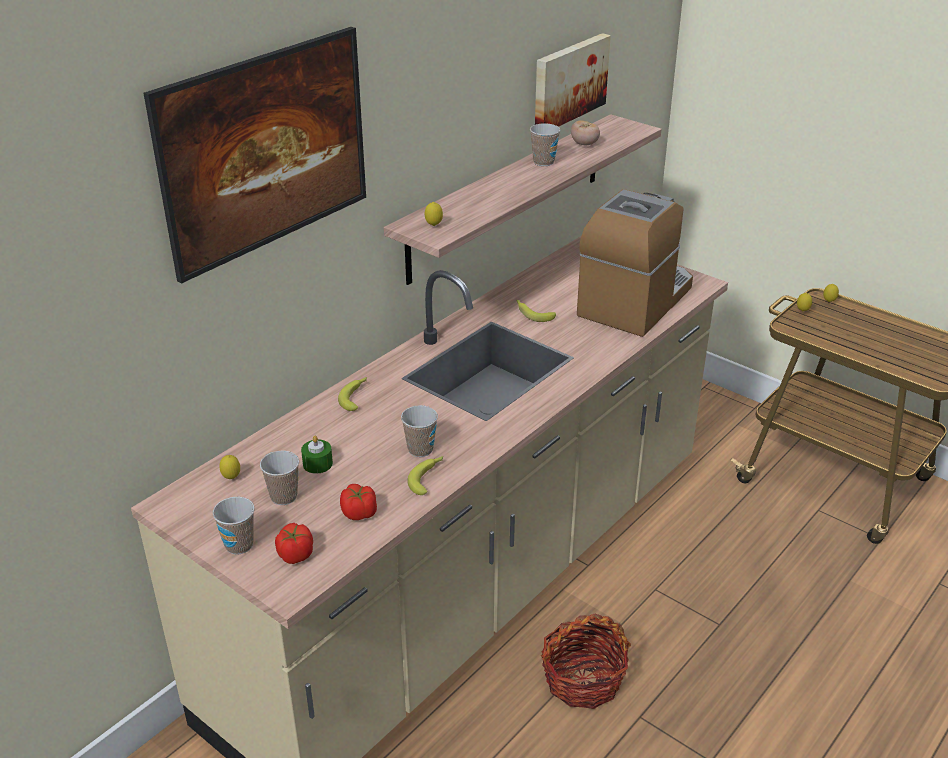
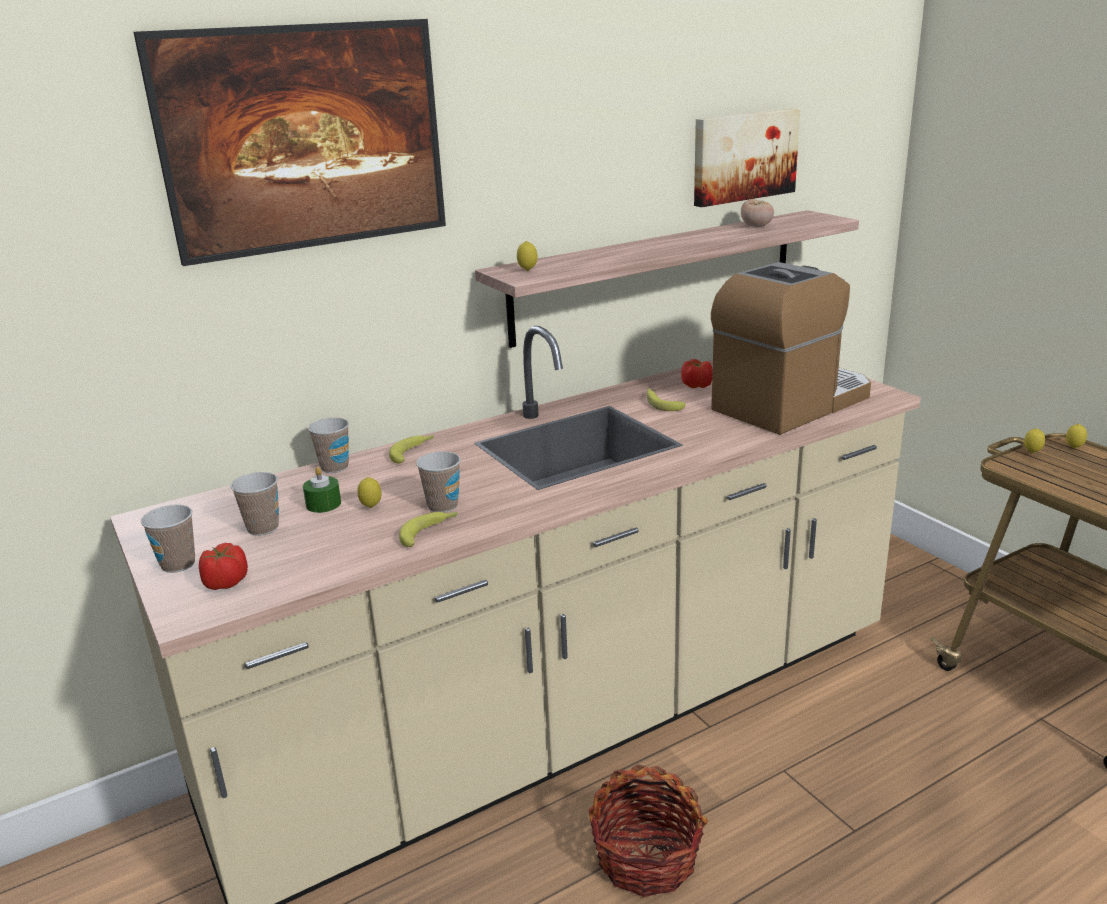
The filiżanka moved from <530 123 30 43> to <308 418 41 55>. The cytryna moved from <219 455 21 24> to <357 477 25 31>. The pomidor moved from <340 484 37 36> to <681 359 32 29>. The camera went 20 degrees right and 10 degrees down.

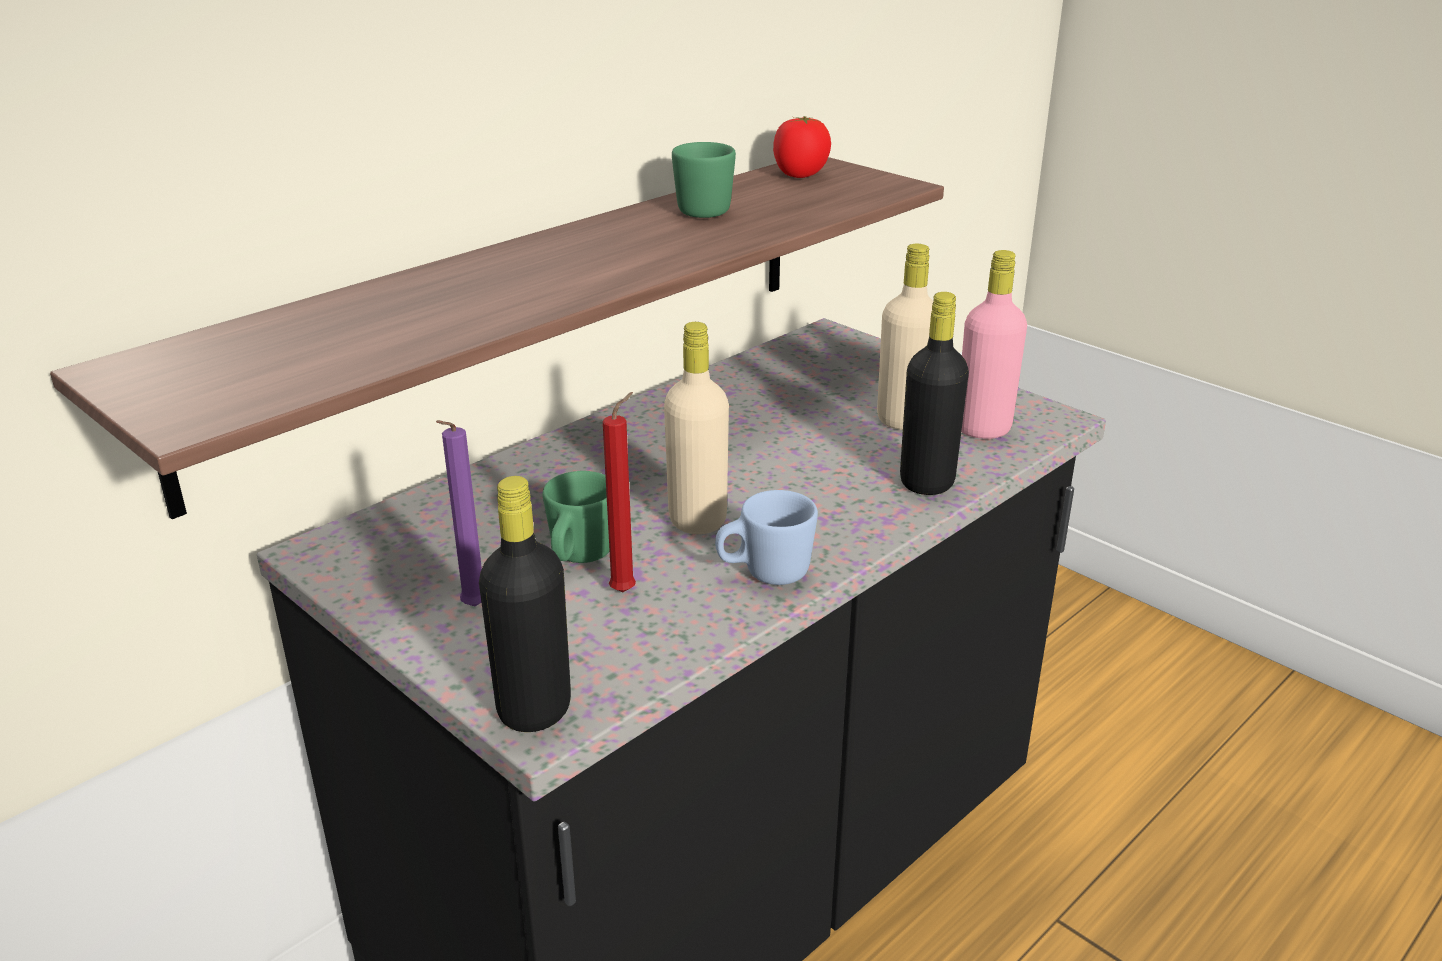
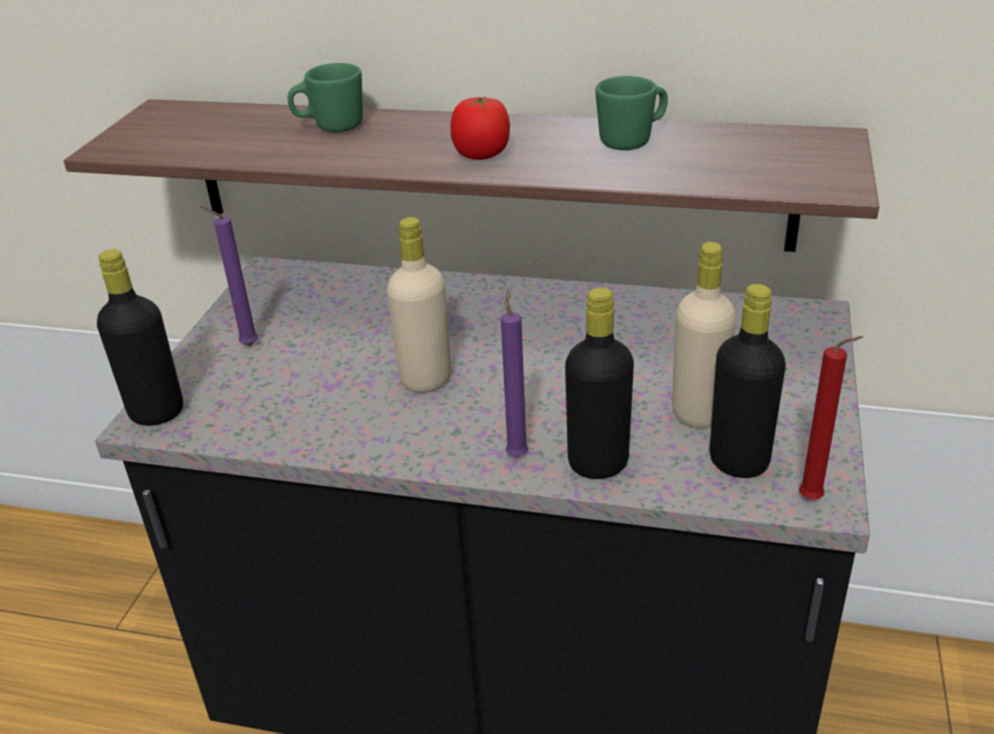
The kubek (zielony) moved from <543 471 67 92> to <288 63 75 69>. The pomidor moved from <773 116 58 62> to <451 95 59 65>. The świeca (fioletowy) at <501 289 28 168> appeared. The butelka (różowy) at <961 250 66 189> became the butelka (czarny) at <709 284 77 194>. The świeca (czerwony) moved from <603 392 33 200> to <799 336 64 163>. The kubek (niebieski) at <715 490 103 95> disappeared. The camera went 60 degrees right and 5 degrees up.

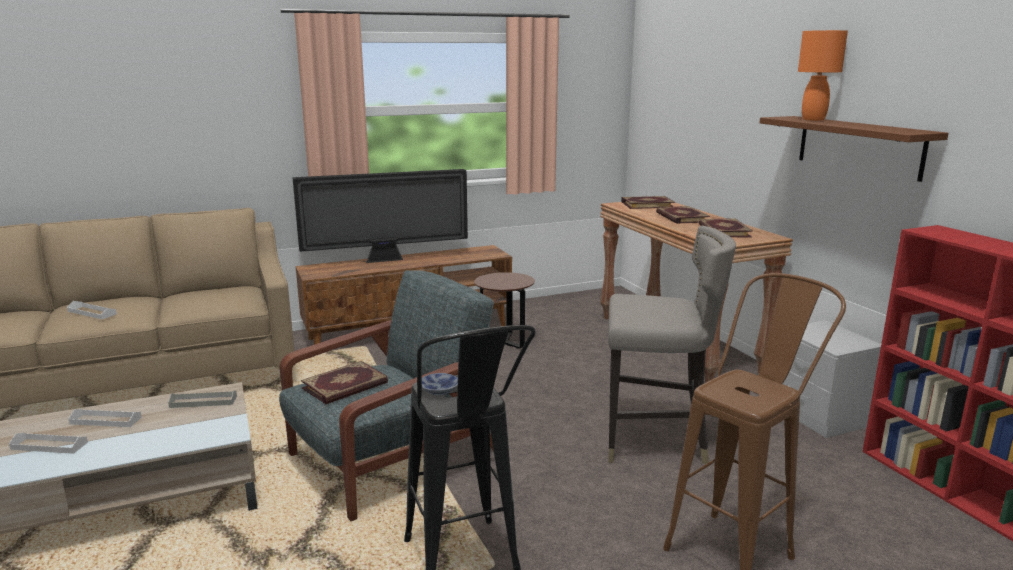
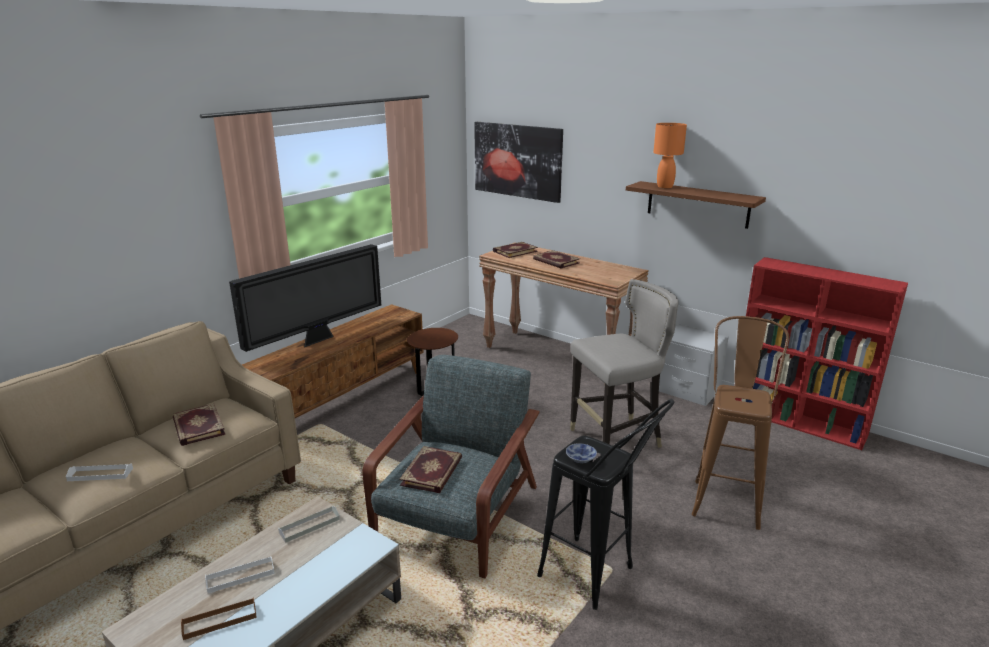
The książka moved from <699 218 54 20> to <173 403 52 43>. The taca (biały) at <9 433 79 21> became the taca (brązowy) at <181 598 76 42>. The obraz at <474 122 89 81> appeared. The camera went 30 degrees left and 5 degrees up.

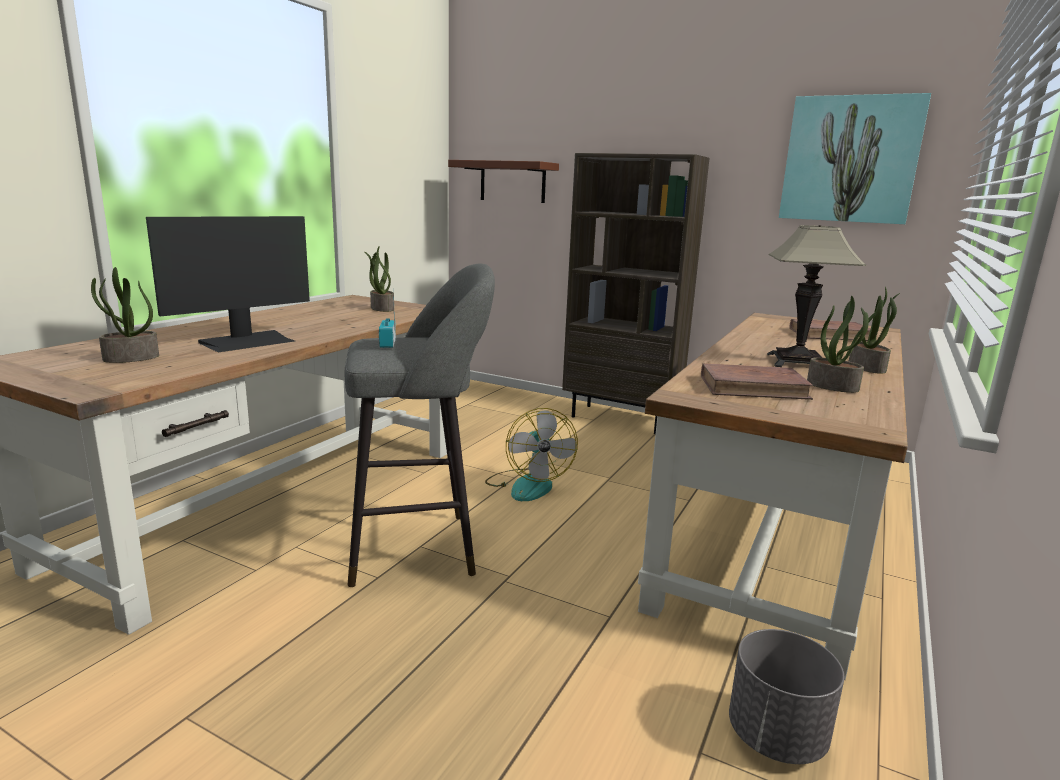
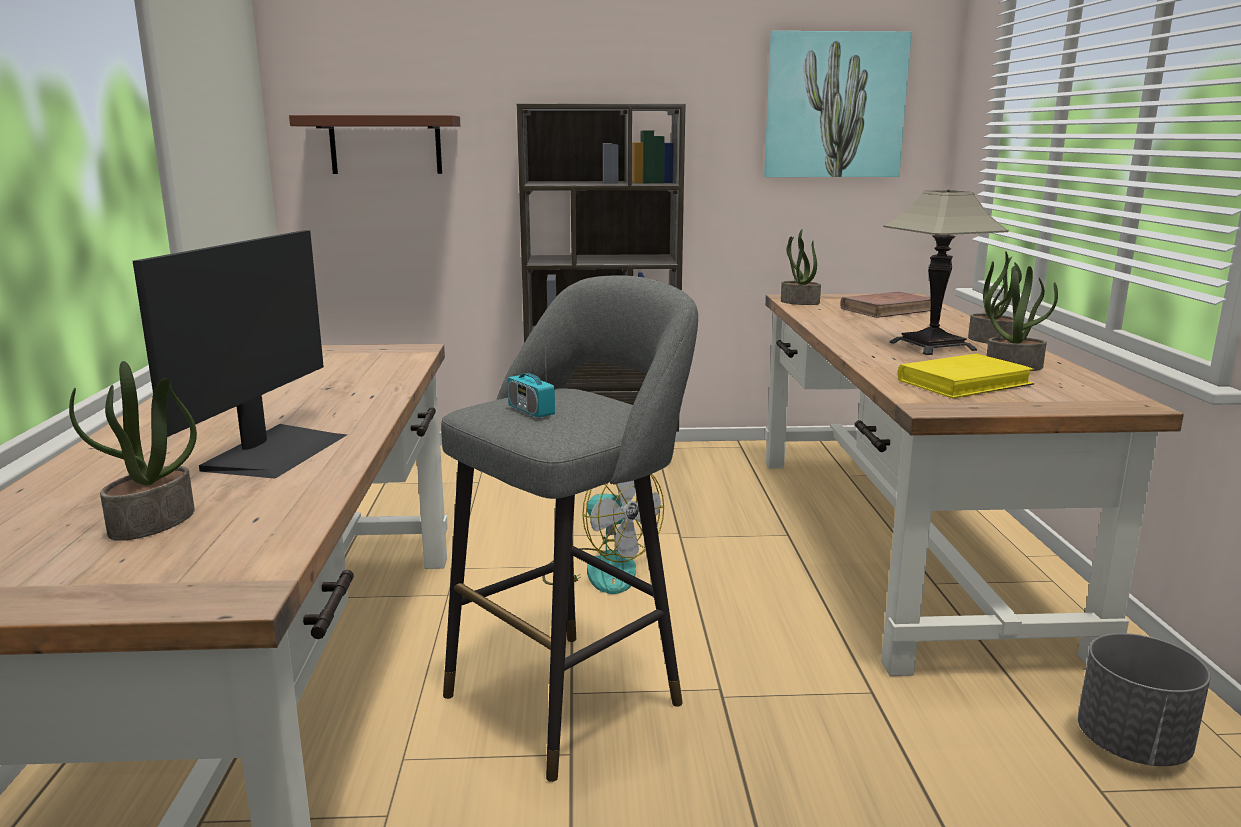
The roślina doniczkowa moved from <365 246 29 66> to <781 229 40 76>. The książka (brązowy) at <701 363 112 37> became the książka (żółty) at <898 354 136 45>. The camera went 30 degrees left and 0 degrees up.

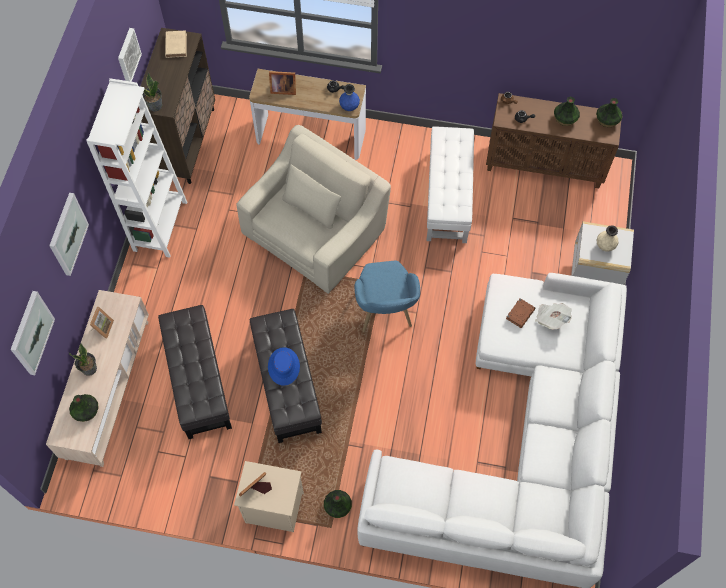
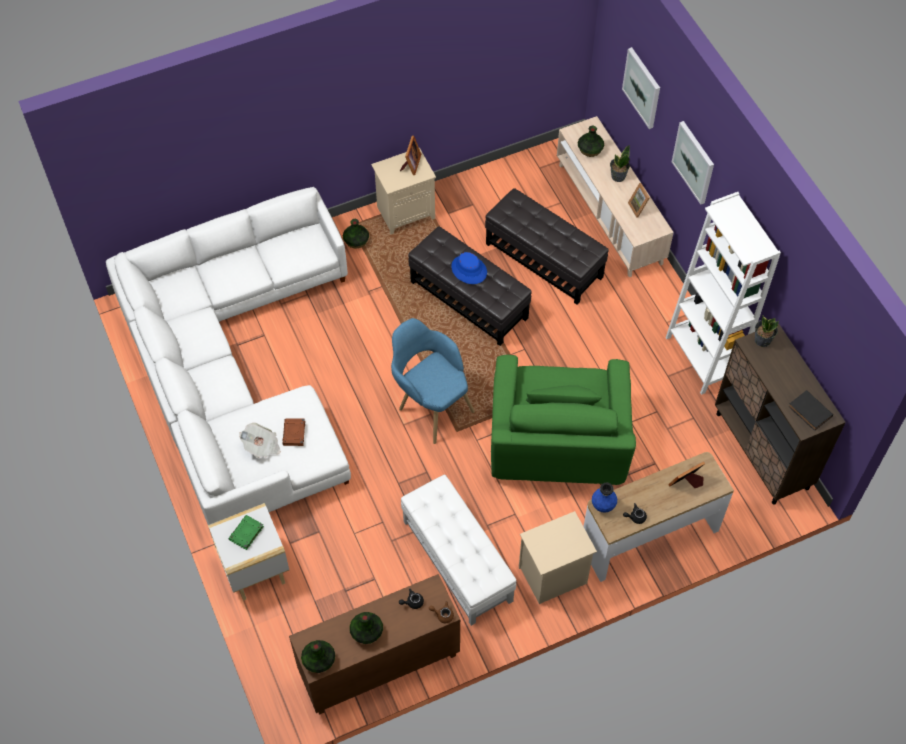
The wazon (beżowy) at <597 225 22 27> was replaced by the książka (zielony) at <228 515 36 35>. The fotel (beżowy) at <236 125 155 169> became the fotel (zielony) at <491 355 145 130>. The szafka nocna (beżowy) at <519 511 78 93> appeared. The książka (beżowy) at <165 30 22 28> became the książka (czarny) at <788 390 45 41>. The obraz at <118 28 24 54> disappeared. The camera went 145 degrees right and 5 degrees down.

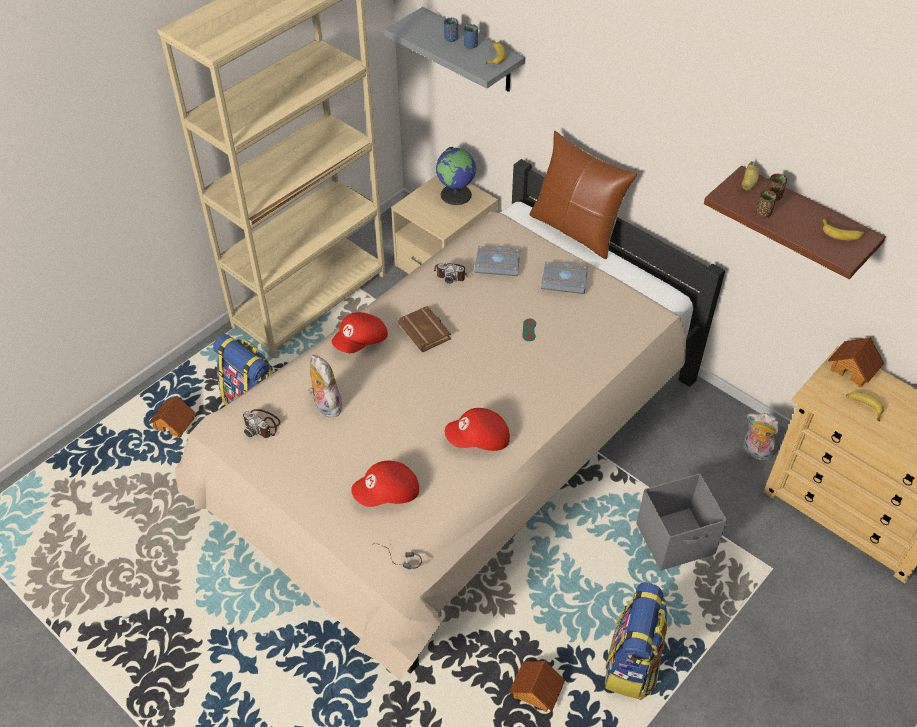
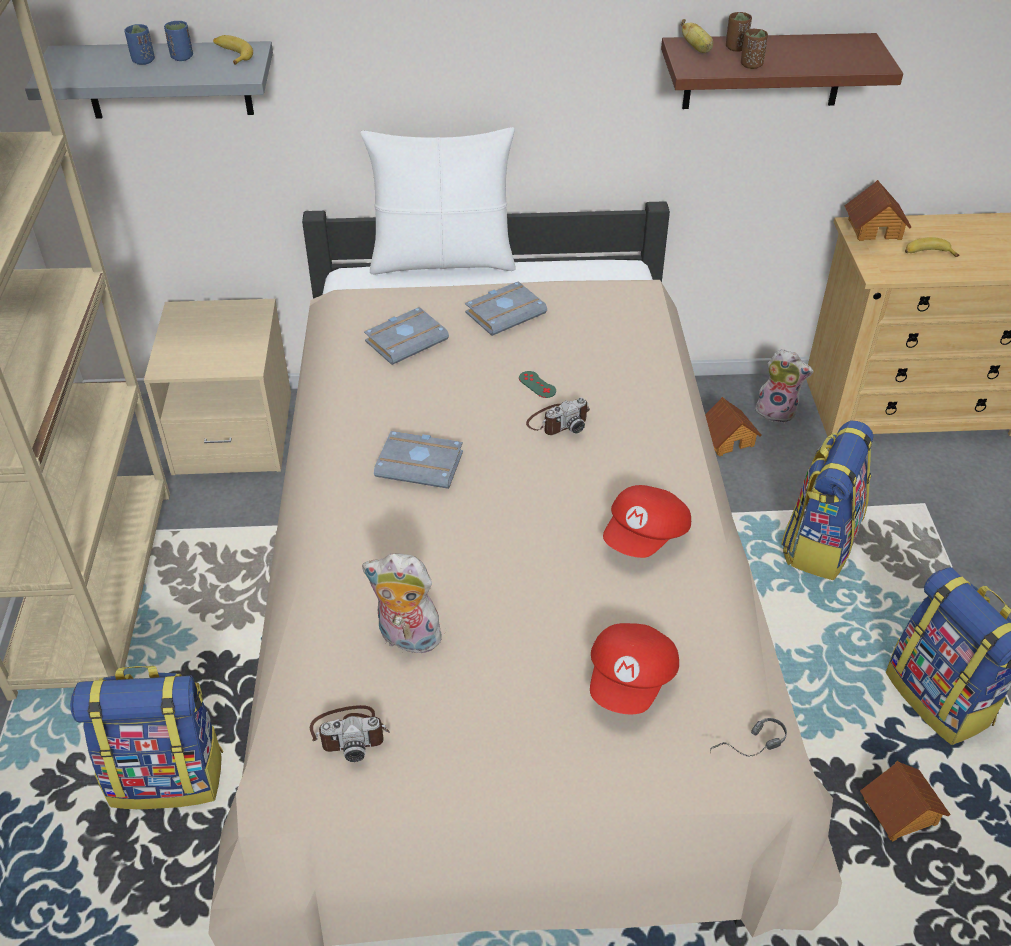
The poduszka (brązowy) at <530 131 107 128> became the poduszka (biały) at <360 127 155 147>. The książka (brązowy) at <398 306 53 46> became the książka (szary) at <374 431 89 58>. The aparat fotograficzny moved from <434 263 34 21> to <526 397 64 38>. The domek moved from <149 396 48 42> to <705 397 56 59>. The pluszak at <743 413 37 48> turned 150 degrees counterclockwise. The pojemnik do przechowywania (szary) at <636 473 91 98> was replaced by the plecak at <781 421 92 159>. The czapka z daszkiem (czerwony) at <332 312 56 41> disappeared. The globus at <436 147 40 58> disappeared. The banan at <822 218 43 23> disappeared. The camera went 45 degrees left and 5 degrees down.

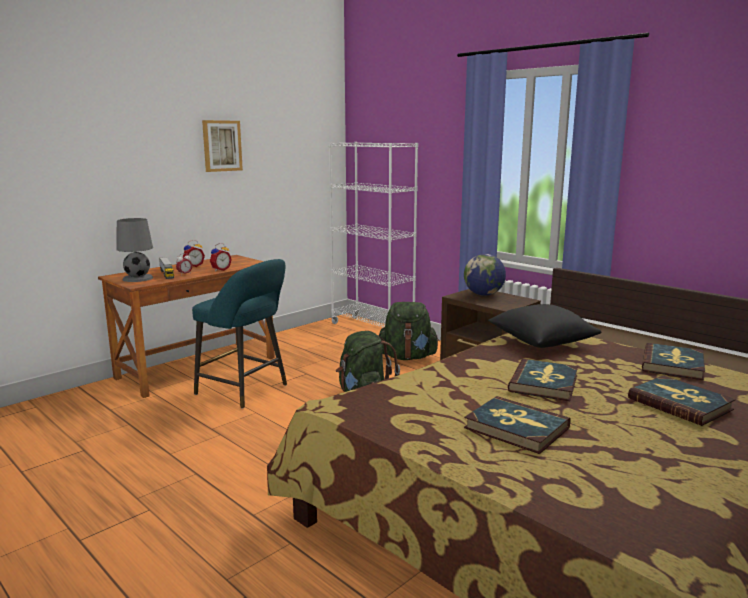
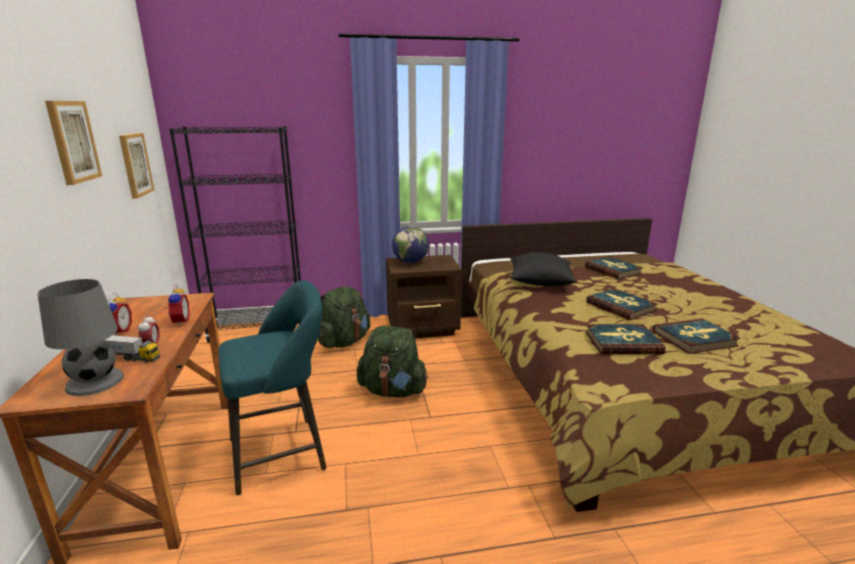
The obraz at <119 133 36 66> appeared. The regał (biały) at <328 142 90 186> became the regał (czarny) at <169 126 132 217>. The książka moved from <628 375 108 51> to <585 324 80 30>. The camera went 55 degrees left and 5 degrees up.

